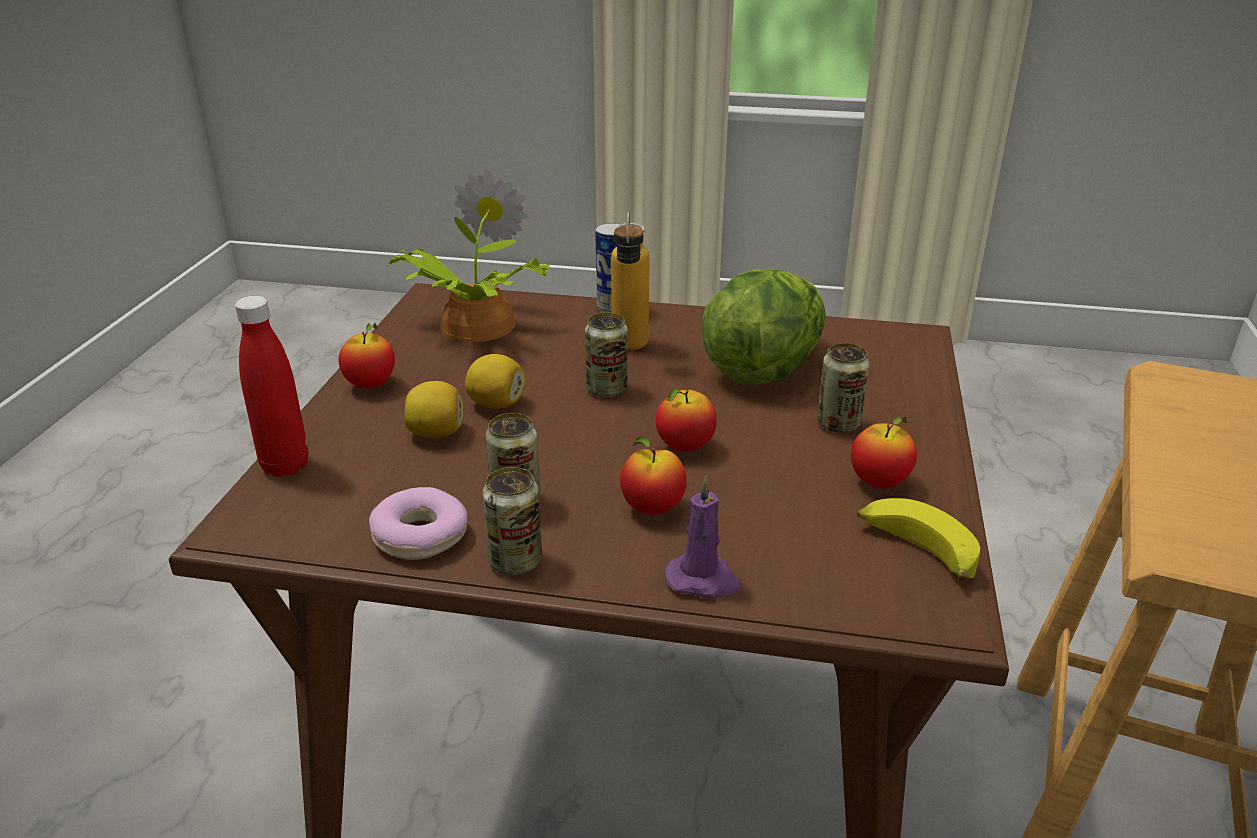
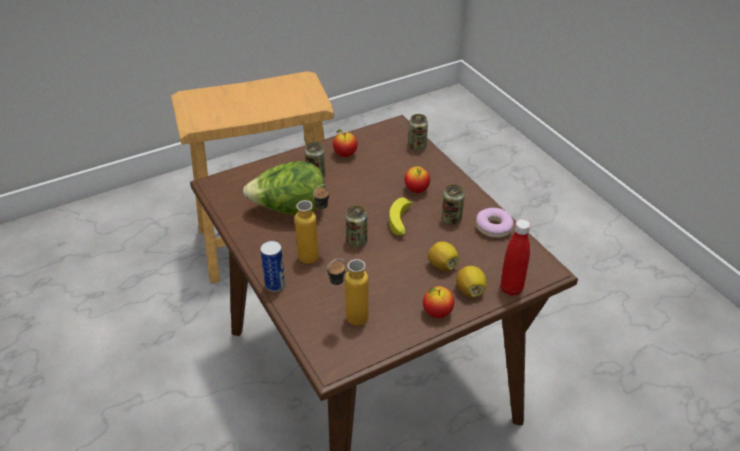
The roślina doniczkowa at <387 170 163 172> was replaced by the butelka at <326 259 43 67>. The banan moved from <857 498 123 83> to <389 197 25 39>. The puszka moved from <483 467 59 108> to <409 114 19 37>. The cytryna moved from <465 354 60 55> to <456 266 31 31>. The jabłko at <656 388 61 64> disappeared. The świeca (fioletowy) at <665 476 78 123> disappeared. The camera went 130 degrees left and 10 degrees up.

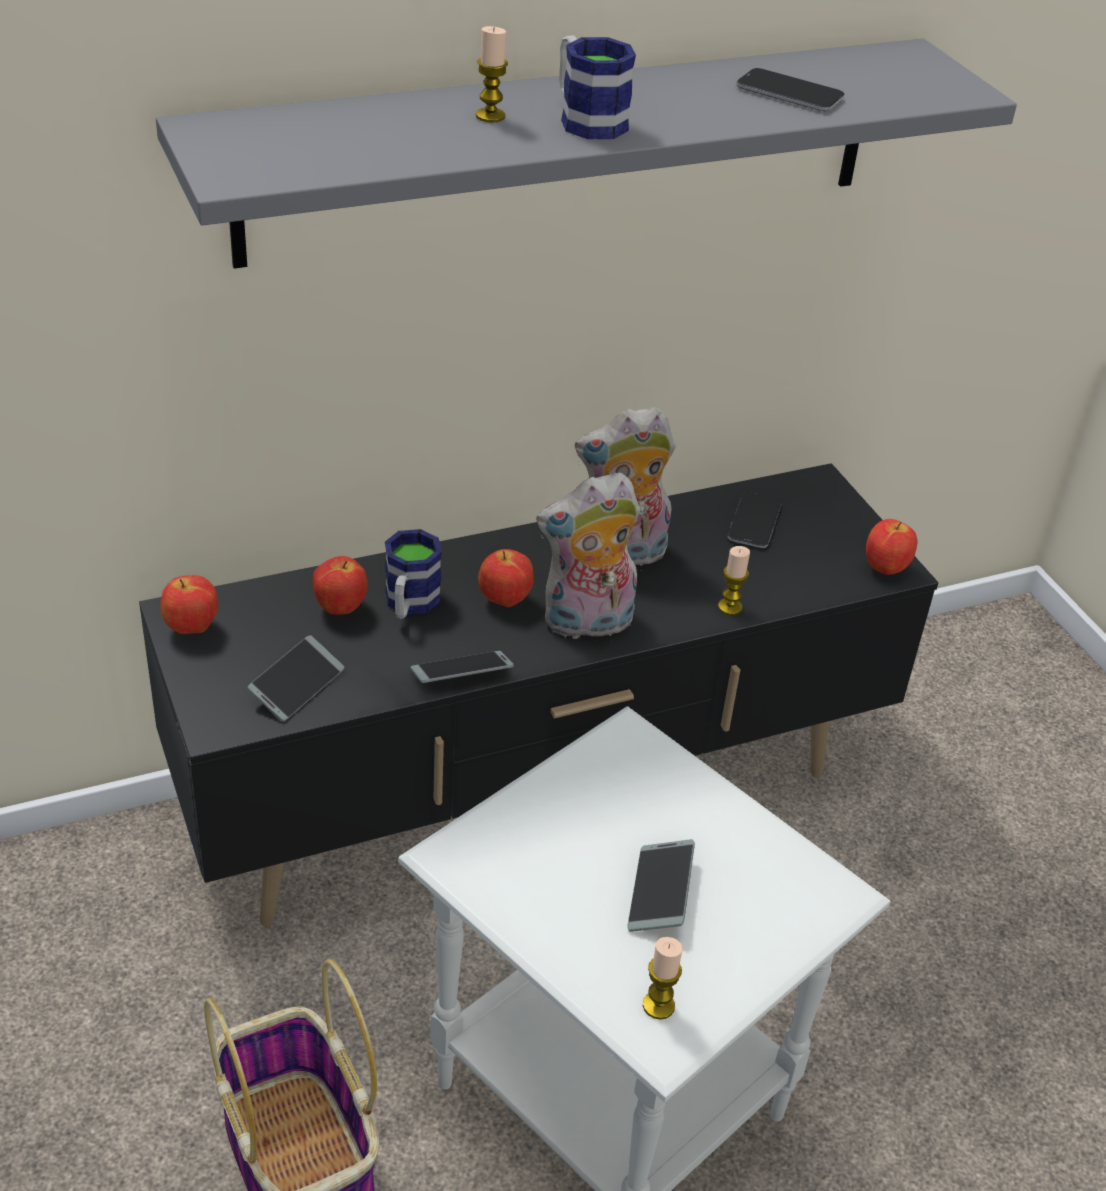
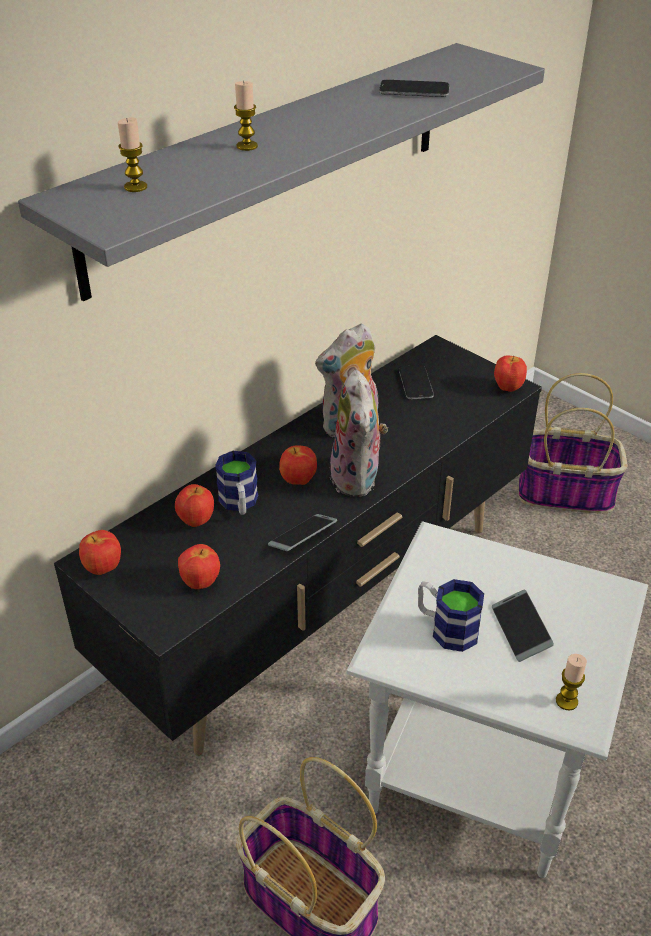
The świeca moved from <718 546 32 69> to <118 117 29 75>. The telefon at <248 635 96 86> was replaced by the jabłko at <178 544 42 45>. The pluszak at <536 472 104 169> turned 60 degrees counterclockwise. The kubek moved from <559 36 77 103> to <418 579 66 73>. The koszyk at <518 373 110 140> appeared. The camera went 20 degrees left and 0 degrees up.

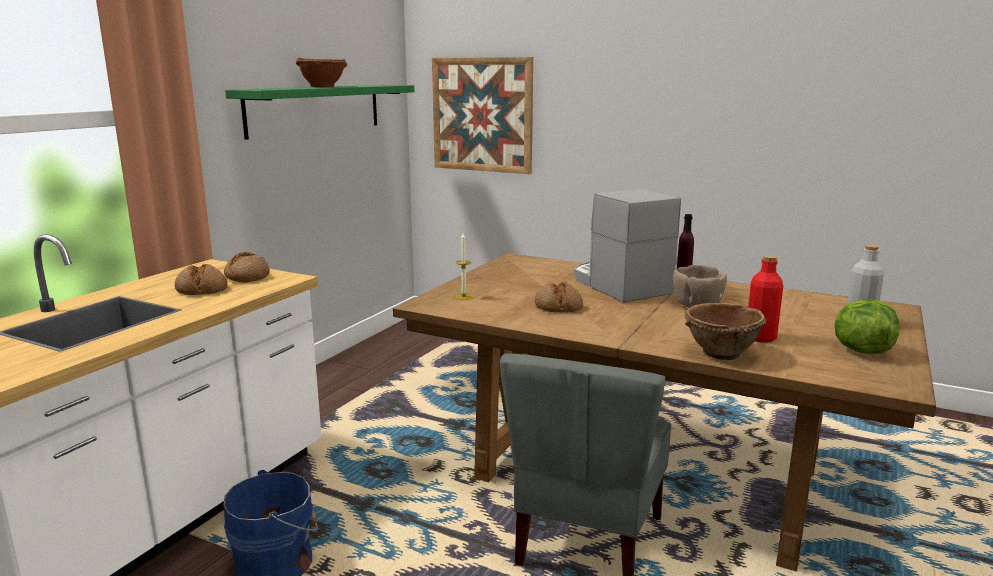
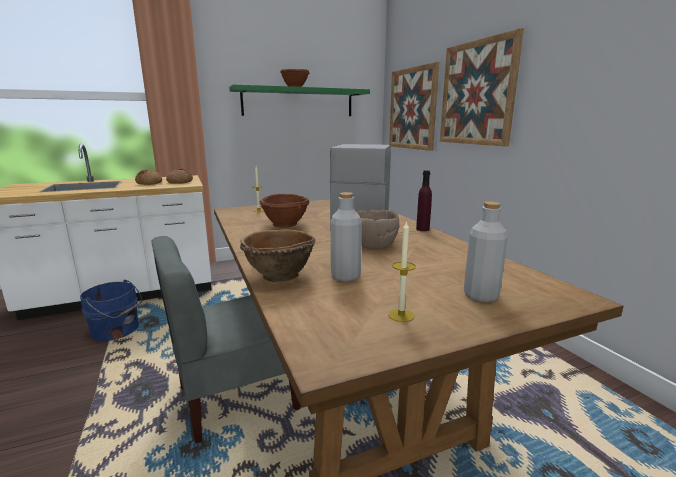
The chleb at <535 282 48 30> was replaced by the miska (brązowy) at <260 194 50 34>. The butelka (czerwony) at <748 255 35 88> became the butelka (szary) at <331 192 31 90>. The sałata at <835 299 65 55> was replaced by the świeca at <388 220 28 102>. The obraz at <440 28 84 119> appeared. The camera went 40 degrees right and 0 degrees up.

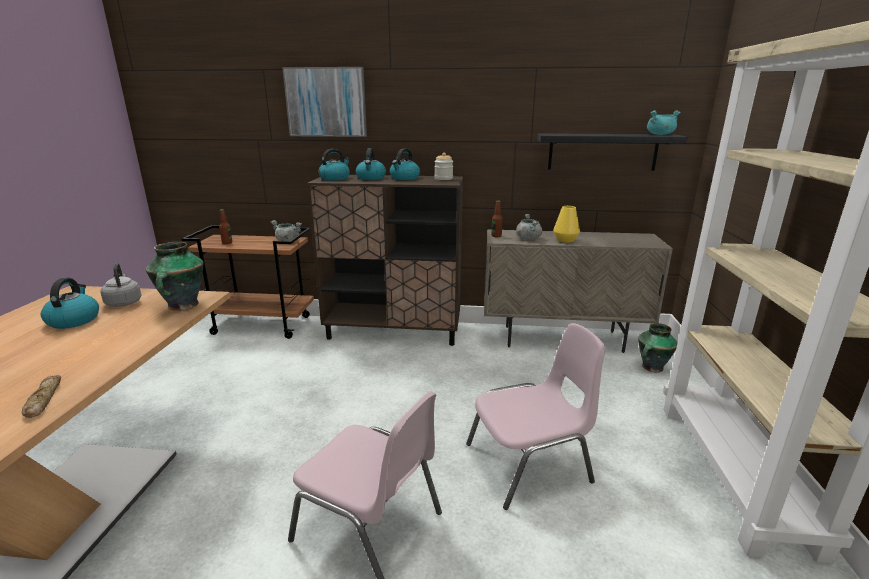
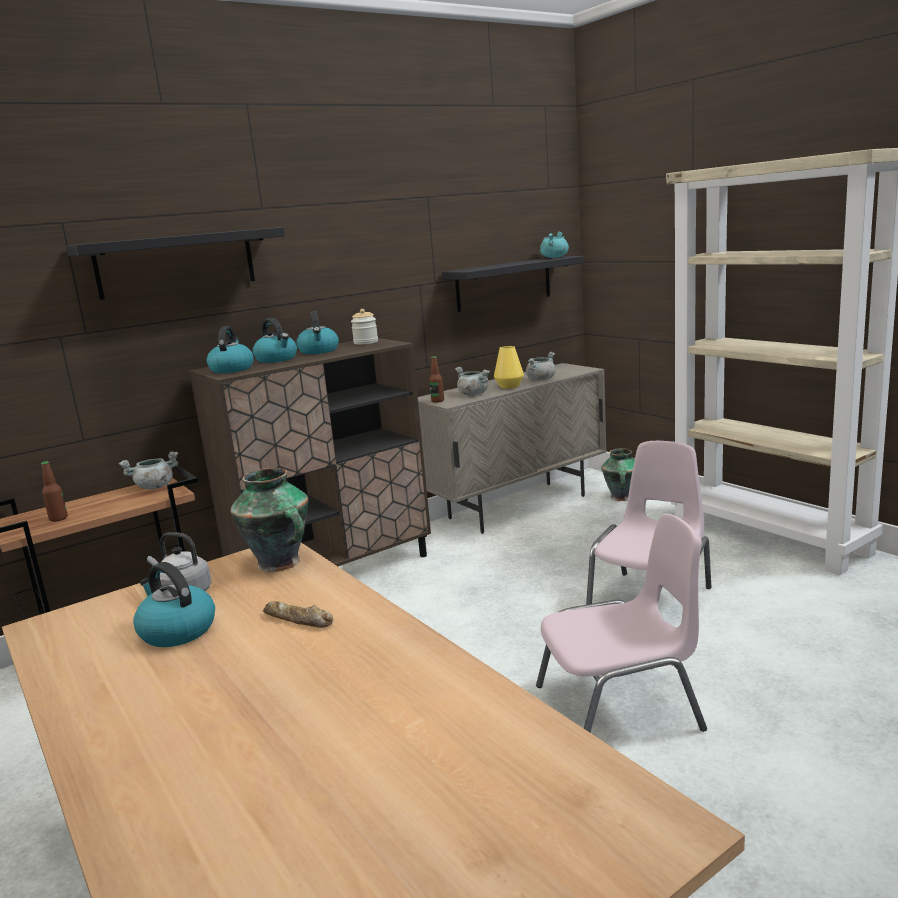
The obraz at <282 67 85 70> was replaced by the półka (czarny) at <66 227 219 73>. The chleb moved from <22 375 40 43> to <263 601 71 27>. The garnek (szary) at <526 352 30 28> appeared. The camera went 40 degrees left and 5 degrees down.

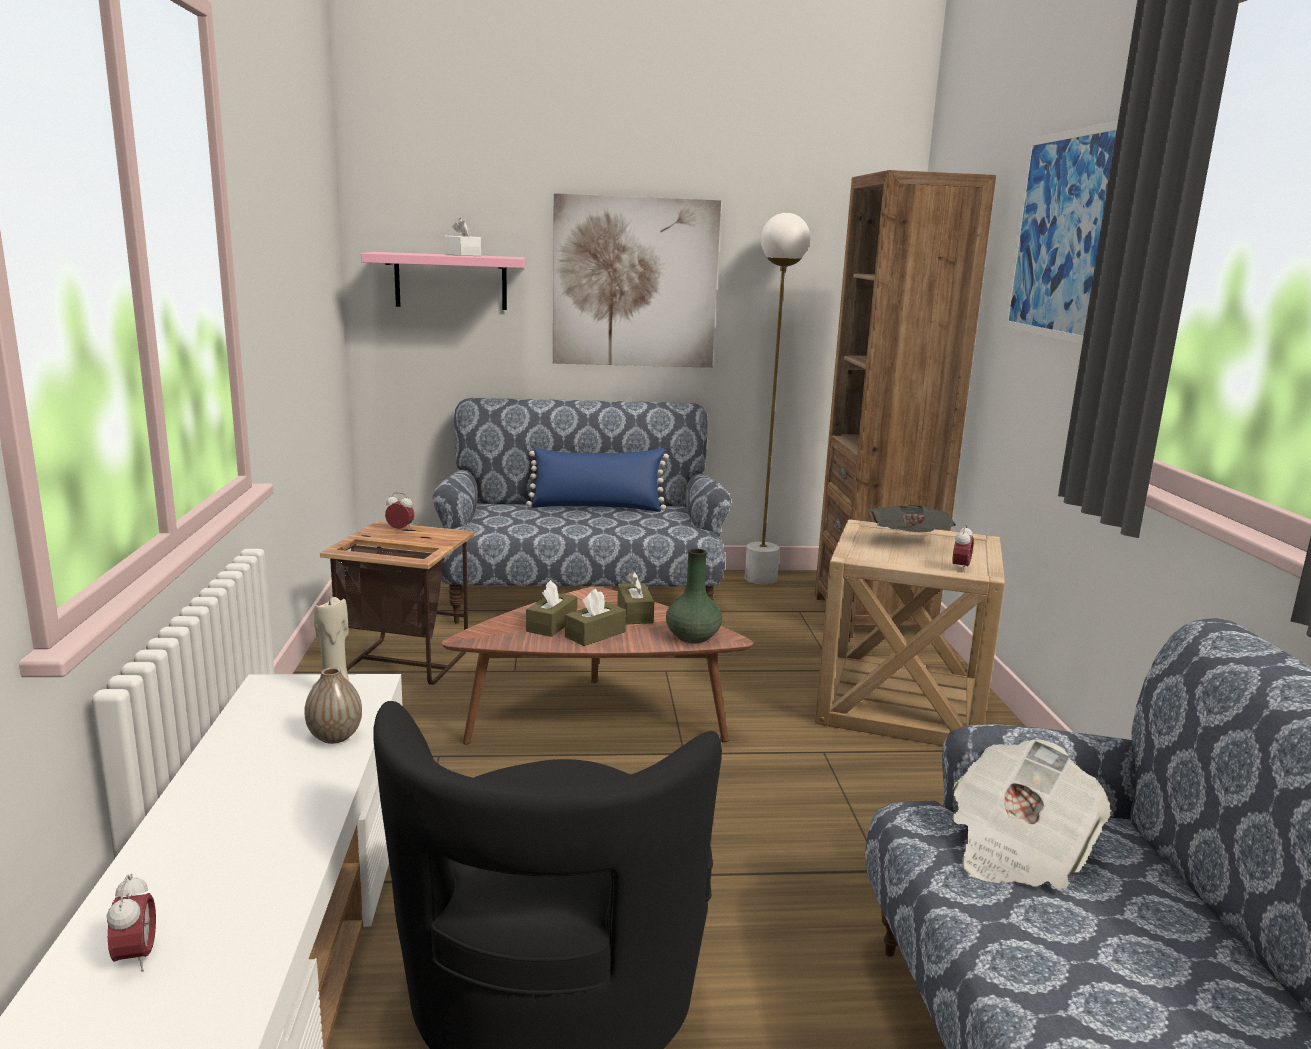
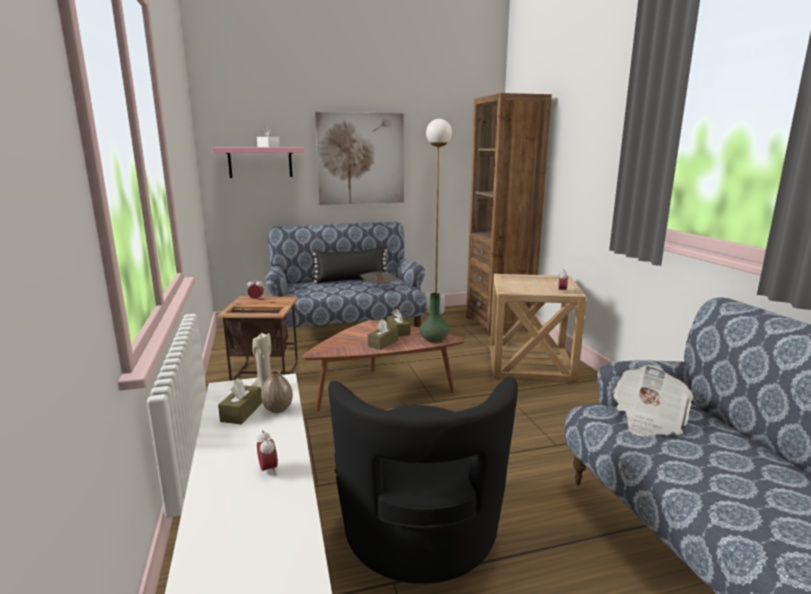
The pudełko chusteczek (brązowy) moved from <526 580 51 57> to <218 378 44 46>. The budzik moved from <107 874 49 98> to <257 430 21 45>. The poduszka (niebieski) at <526 447 143 65> became the poduszka (czarny) at <313 246 74 37>. The gazeta moved from <867 505 89 27> to <359 271 39 13>. The obraz at <1004 121 114 223> disappeared. The camera went 10 degrees left and 0 degrees up.

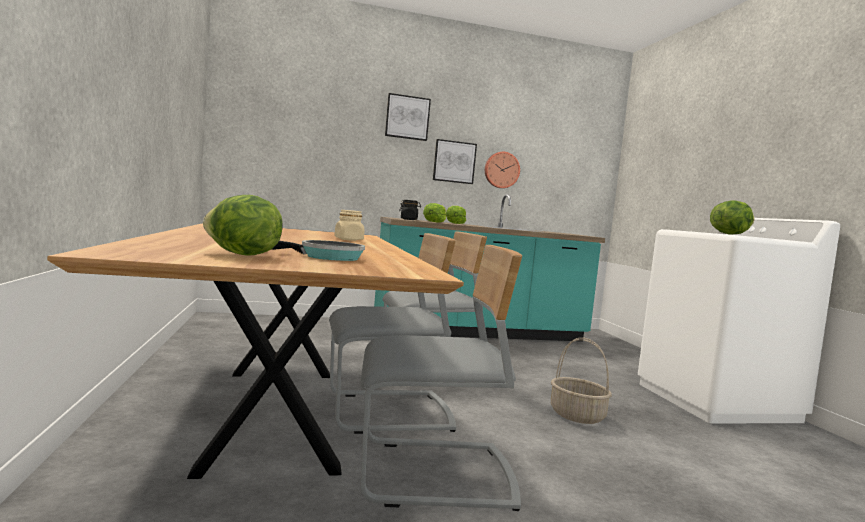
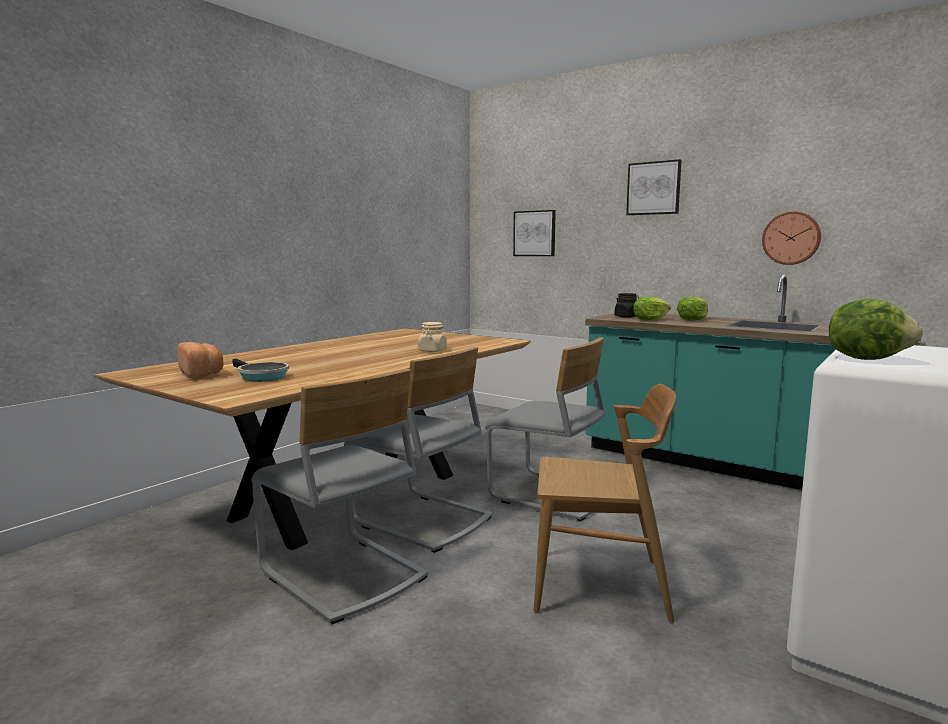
The sałata at <203 195 79 60> was replaced by the chleb at <177 342 47 37>. The obraz moved from <433 139 44 45> to <513 210 43 46>. The koszyk at <551 338 61 86> was replaced by the krzesło (brązowy) at <533 384 143 239>. The camera went 50 degrees right and 5 degrees up.

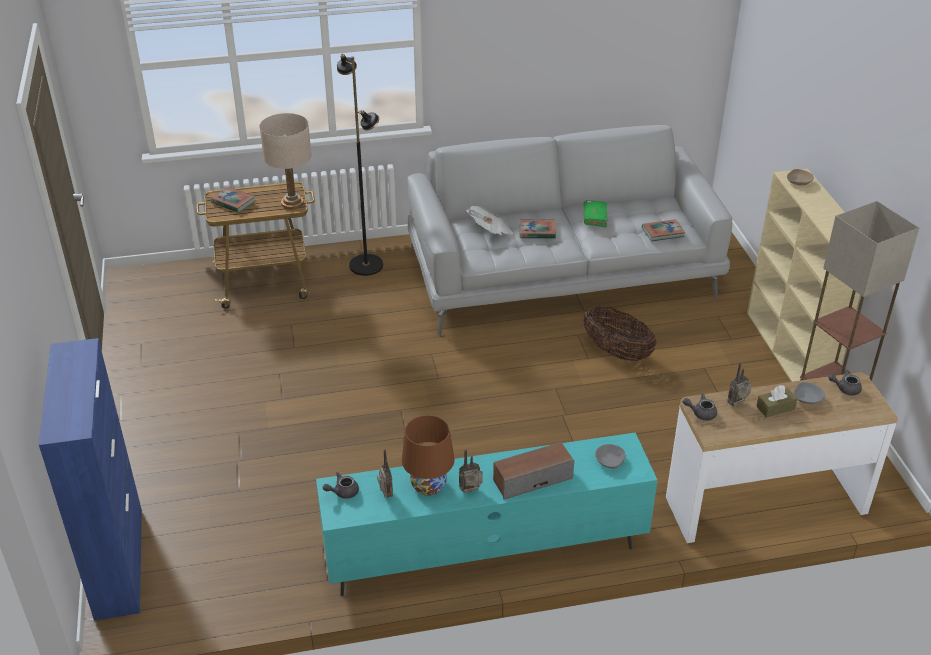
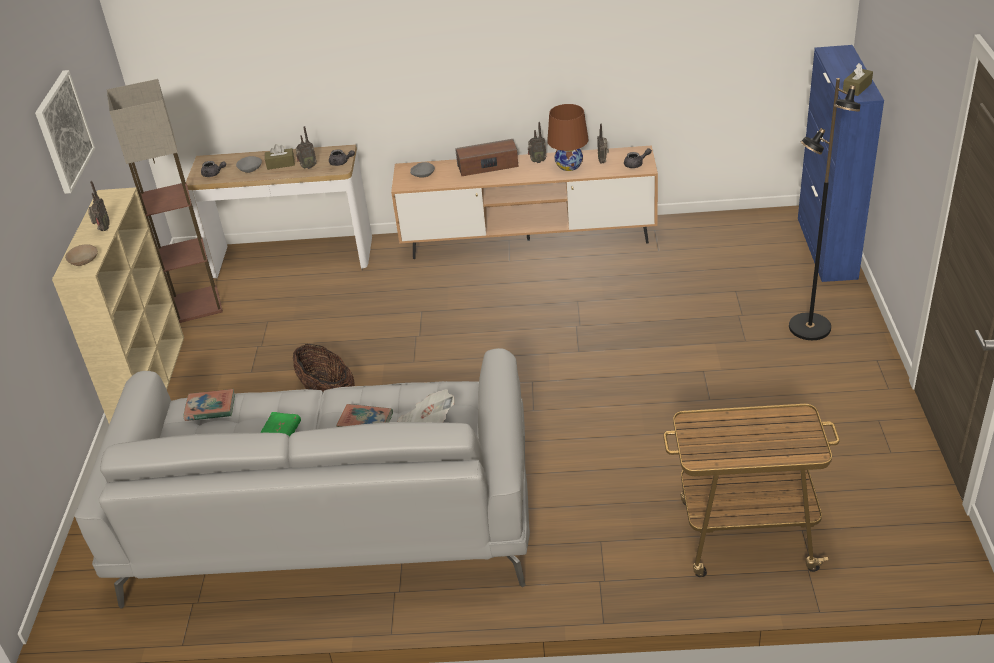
The obraz at <35 70 60 124> appeared. The radio at <88 181 22 50> appeared. The szafka pod telewizor (turkusowy) at <316 432 342 164> became the szafka pod telewizor (brązowy) at <391 145 267 114>. The lampa stojąca (czarny) moved from <337 53 46 223> to <789 78 71 262>. The pudełko chusteczek (brązowy) at <843 63 30 33> appeared. The książka at <211 187 44 26> disappeared. The lampa stołowa (beżowy) at <259 113 53 97> disappeared. The camera went 165 degrees left and 0 degrees up.

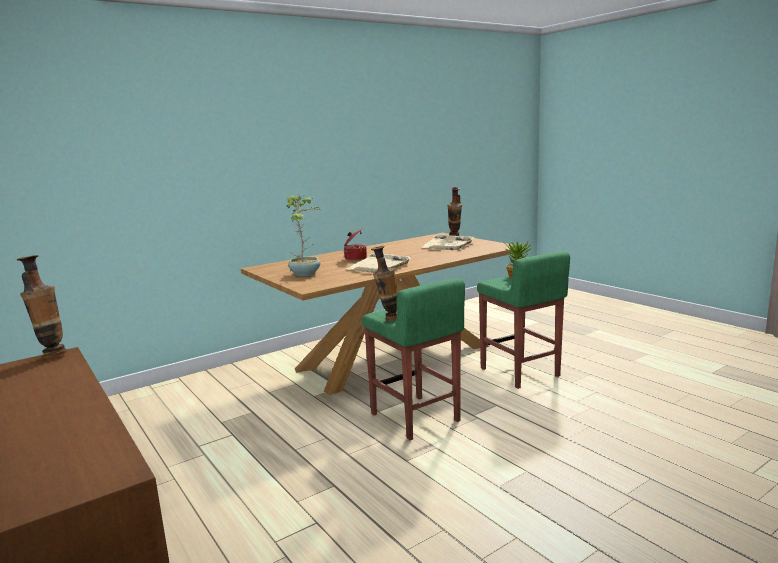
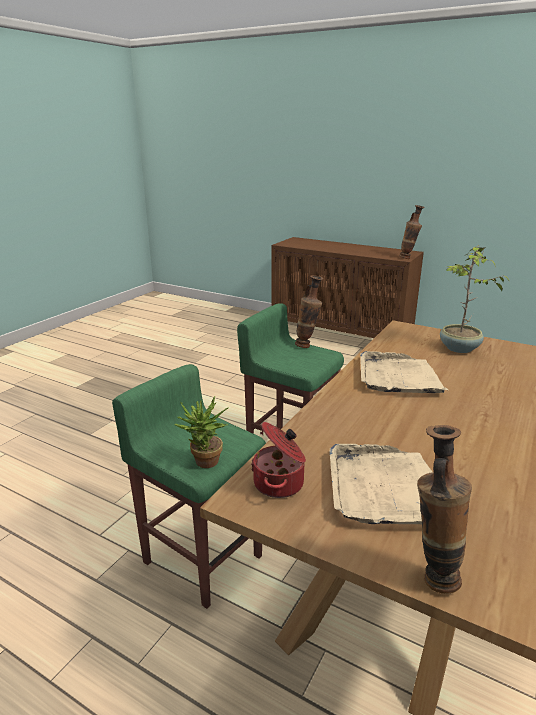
The garnek moved from <344 229 23 32> to <251 422 55 76>. The camera went 155 degrees right and 10 degrees up.

